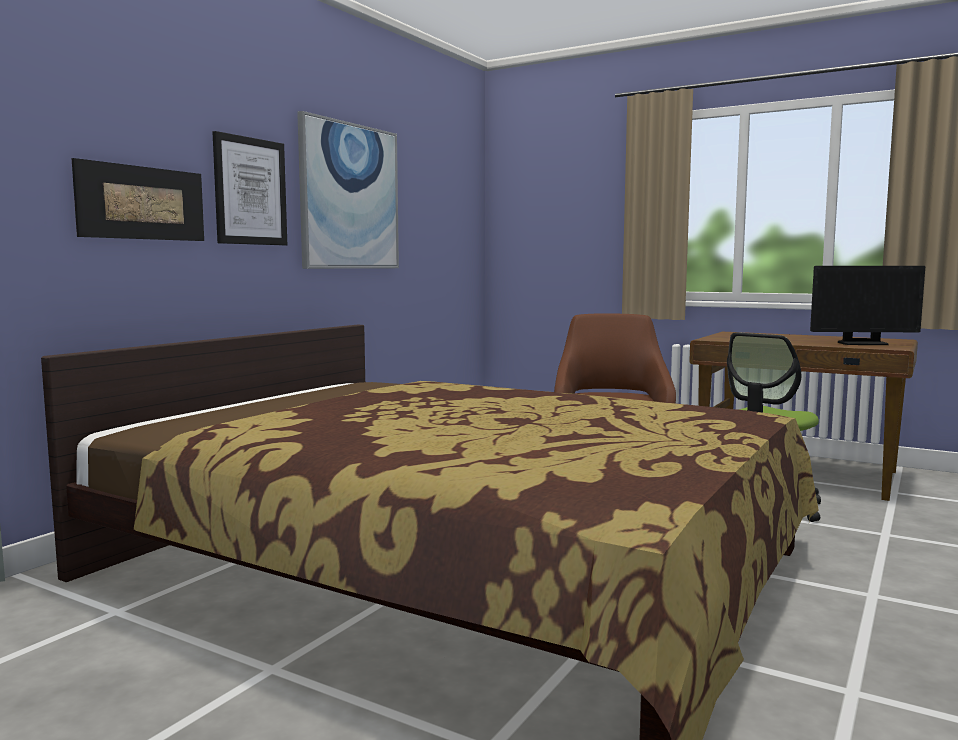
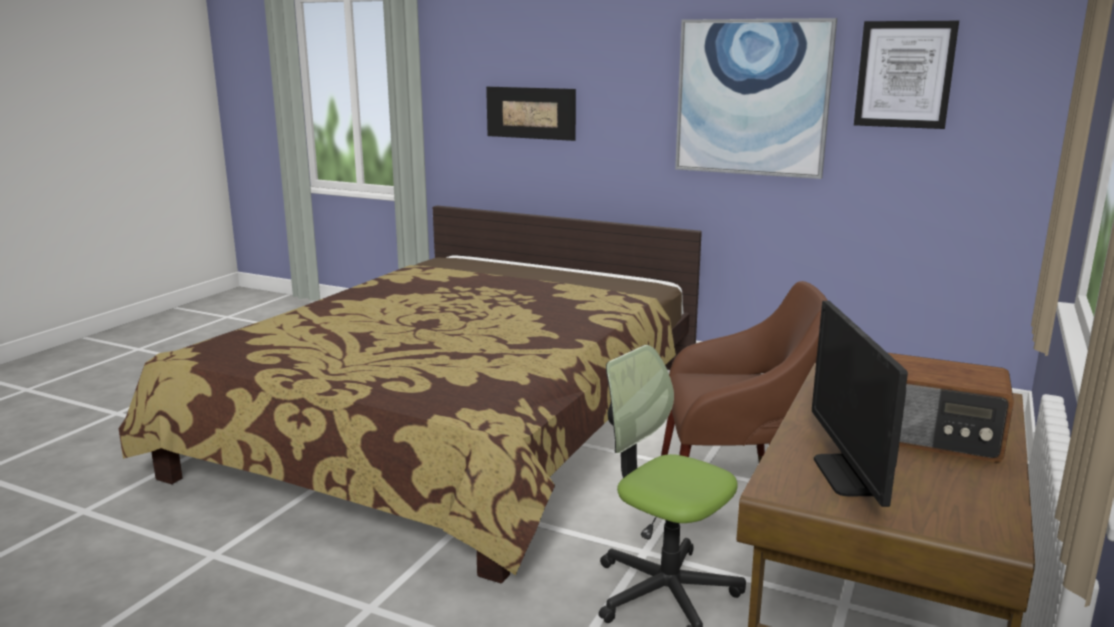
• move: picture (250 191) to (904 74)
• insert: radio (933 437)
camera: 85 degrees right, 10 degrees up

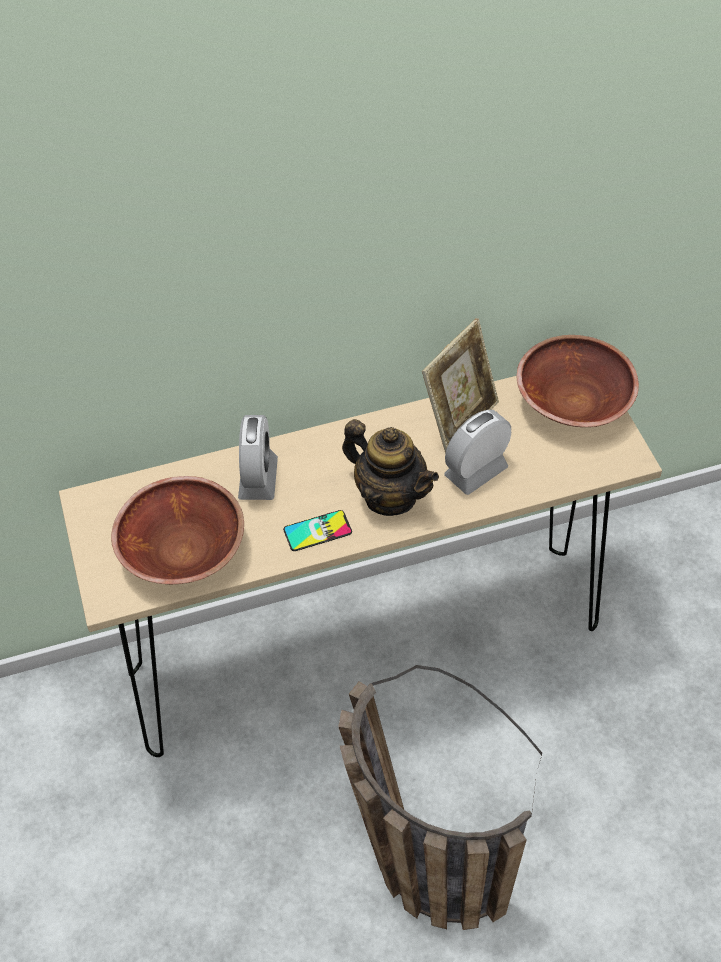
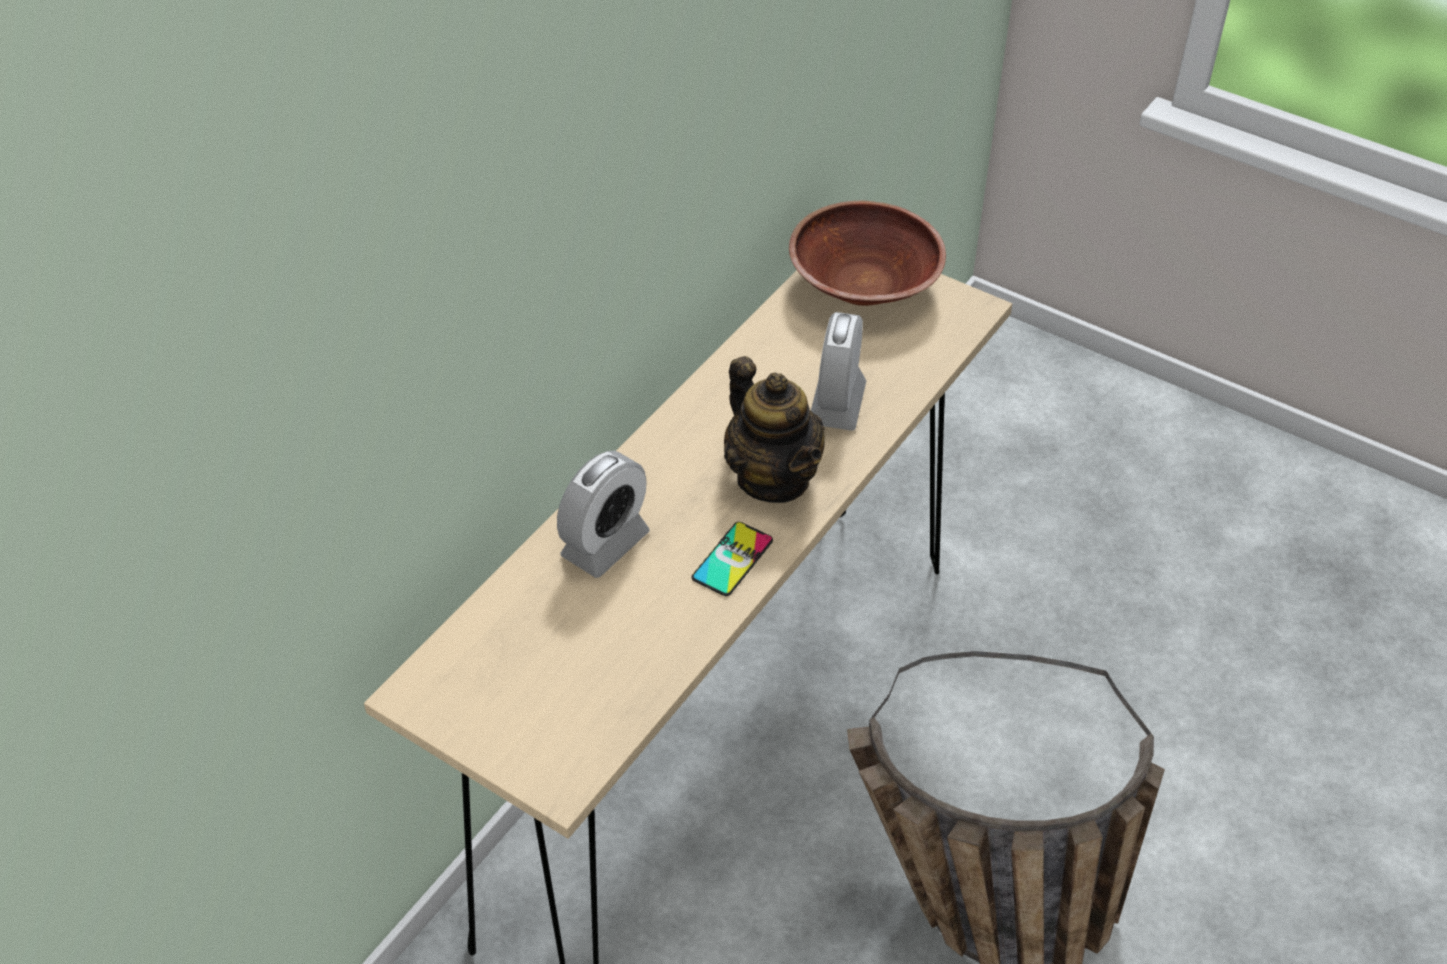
• delete: brown_bowl (184 551)
• rotate: alarm_clock (258 478) = (605 544) 75 degrees clockwise
• rotate: teapot (390 496) = (773 478) 60 degrees clockwise
• delete: picture_frame (460 420)
camera: 40 degrees left, 5 degrees down

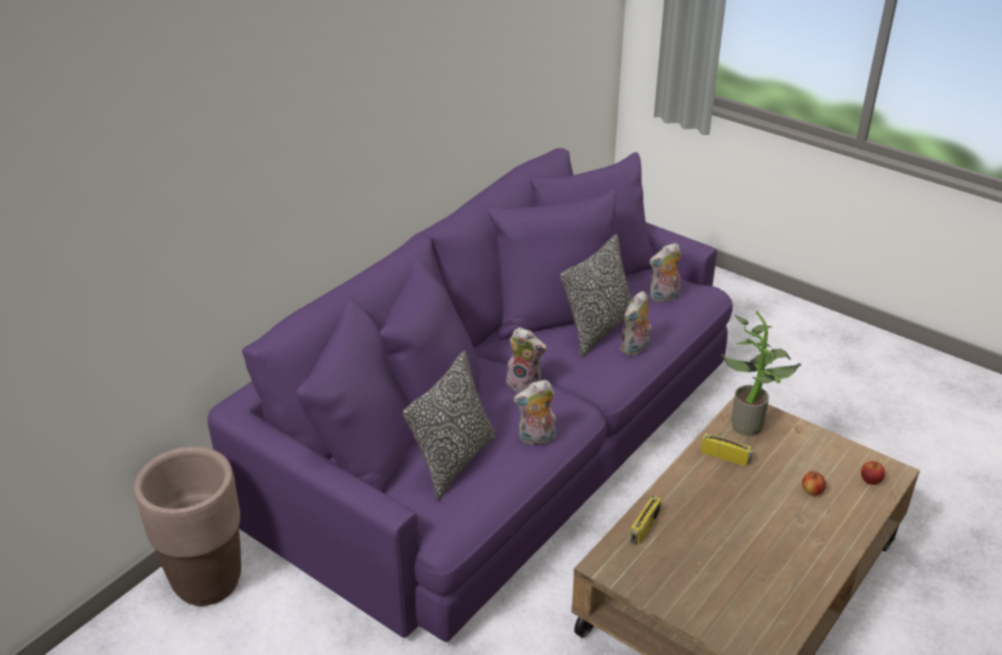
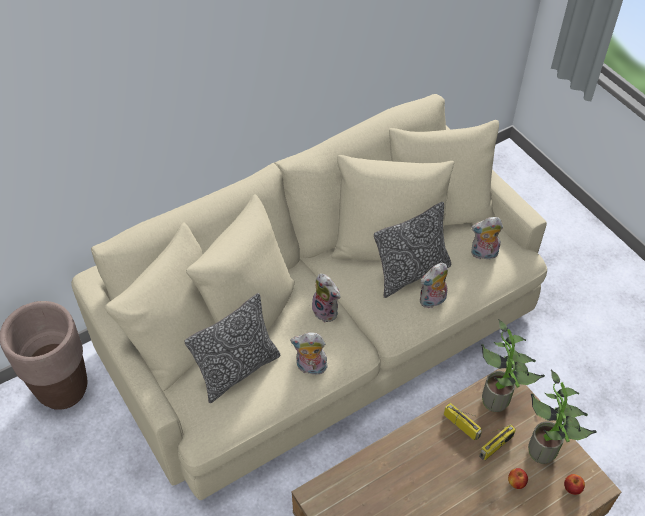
• recolor: purple_sofa (499 438) to beige_sofa (321 327)
• move: radio (645 528) to (496 446)
• insert: potted_plant (546 451)
camera: 20 degrees right, 15 degrees up

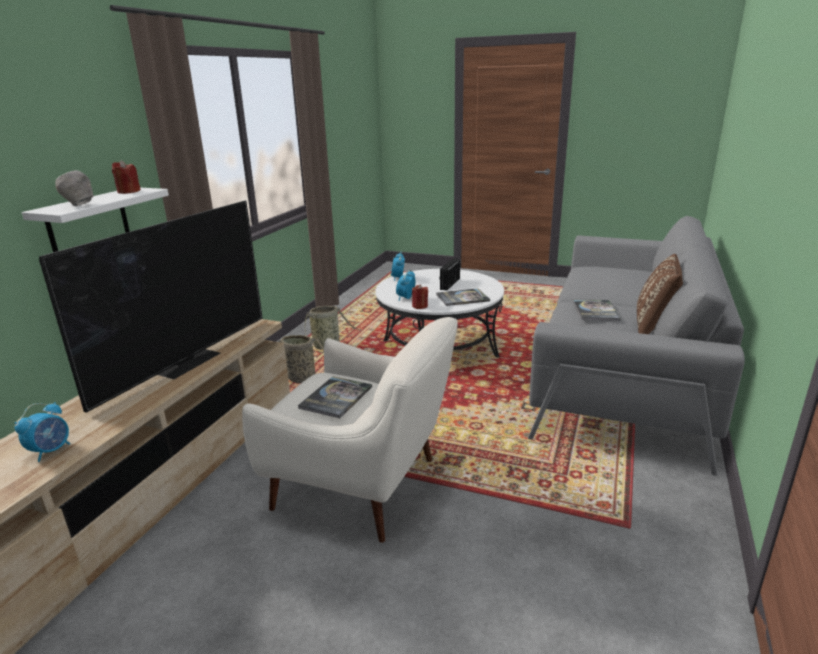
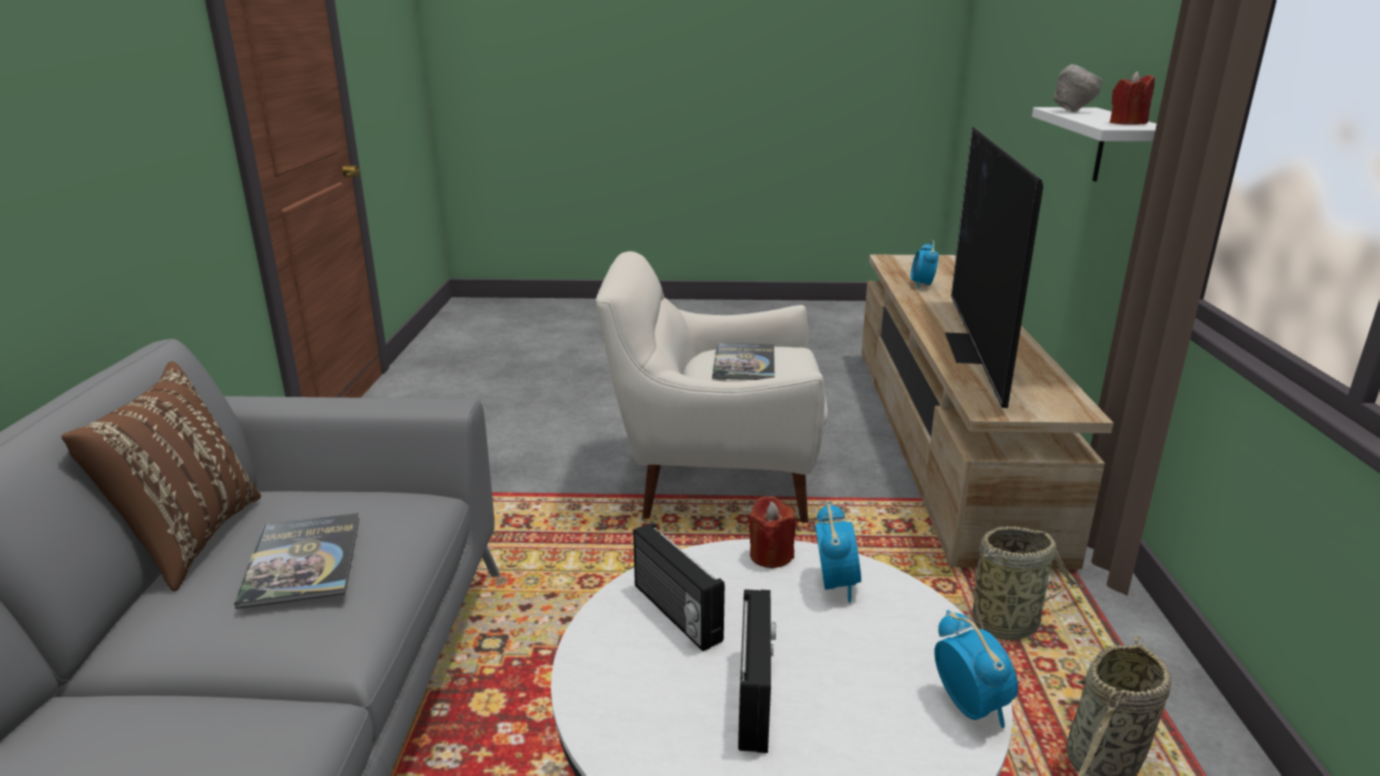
• replace: book (462 298) to radio (674 613)
camera: 160 degrees right, 0 degrees up

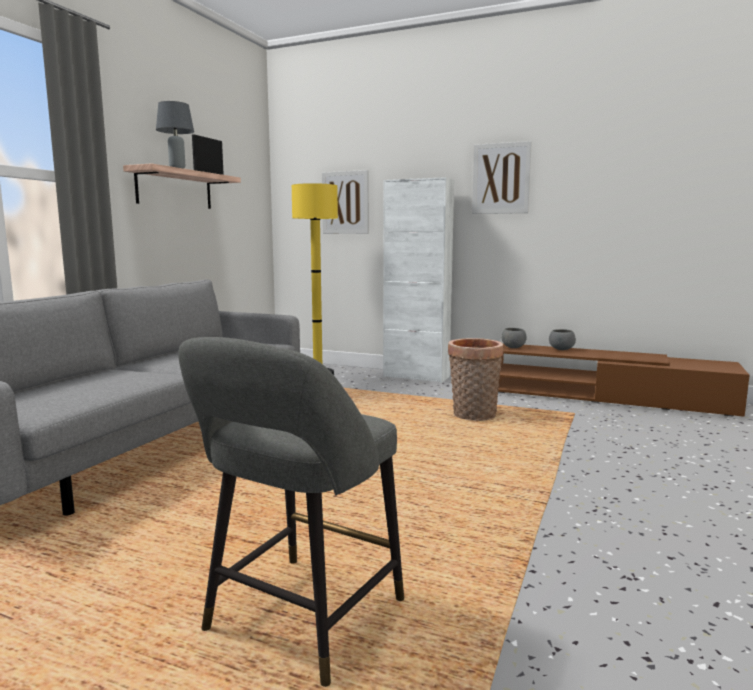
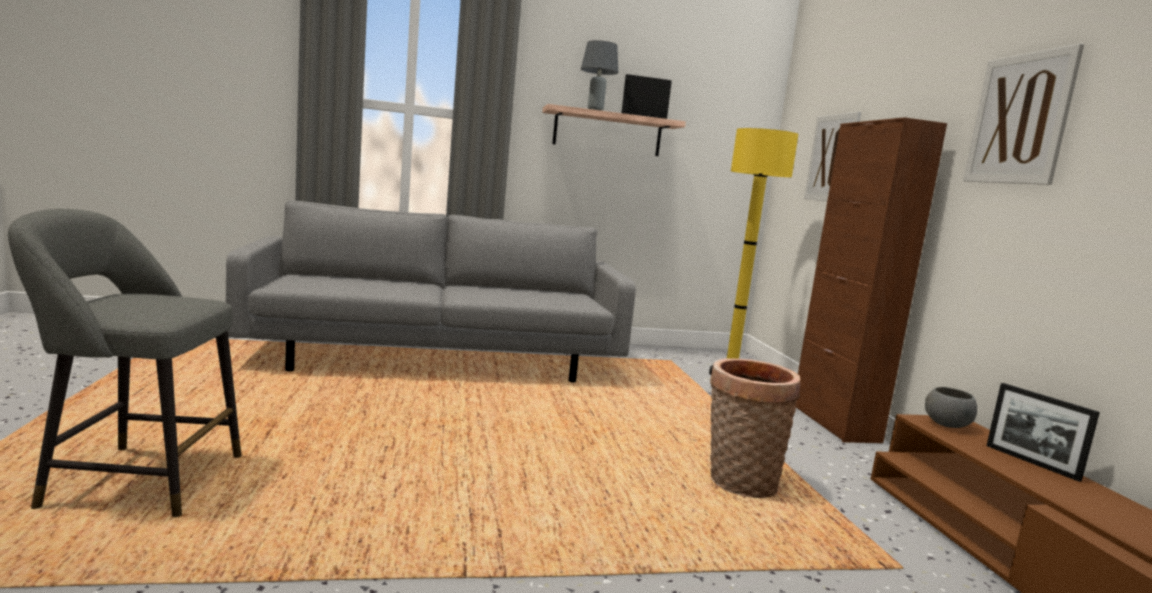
• recolor: white_cabinet (416 377) to brown_cabinet (834 423)
• replace: grey_bowl (561 349) to picture_frame (1031 462)
camera: 55 degrees right, 0 degrees up

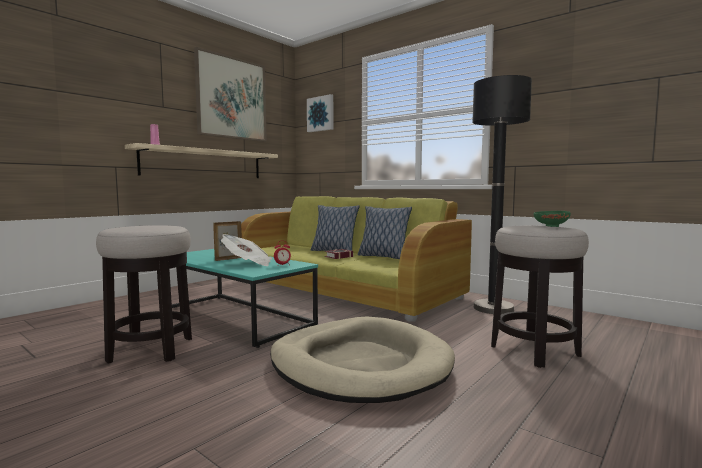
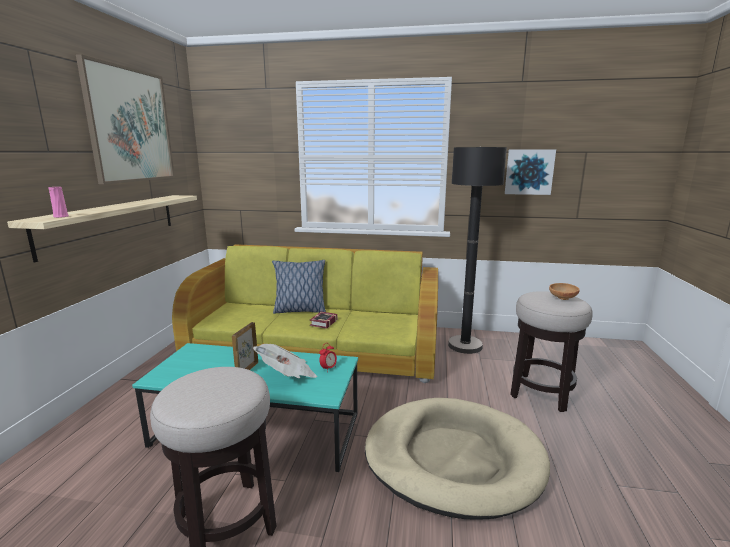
• move: picture (321 114) to (529 172)
• delete: pillow (383 257)
• recolor: green_bowl (550 226) to brown_bowl (562 298)
camera: 30 degrees left, 10 degrees up

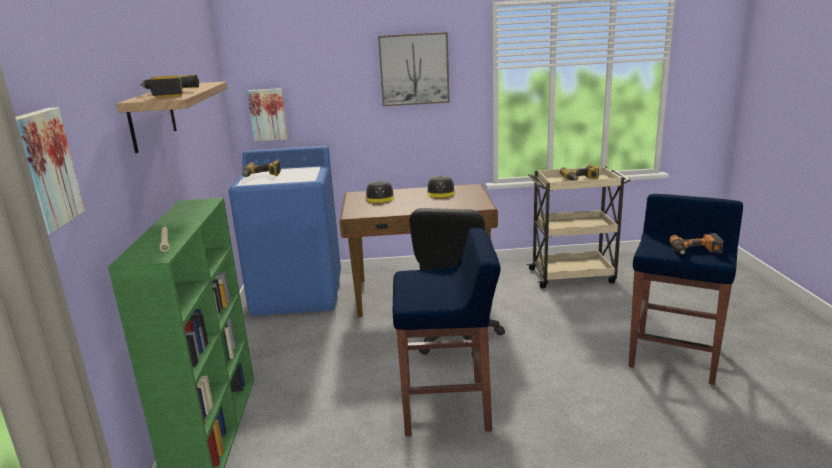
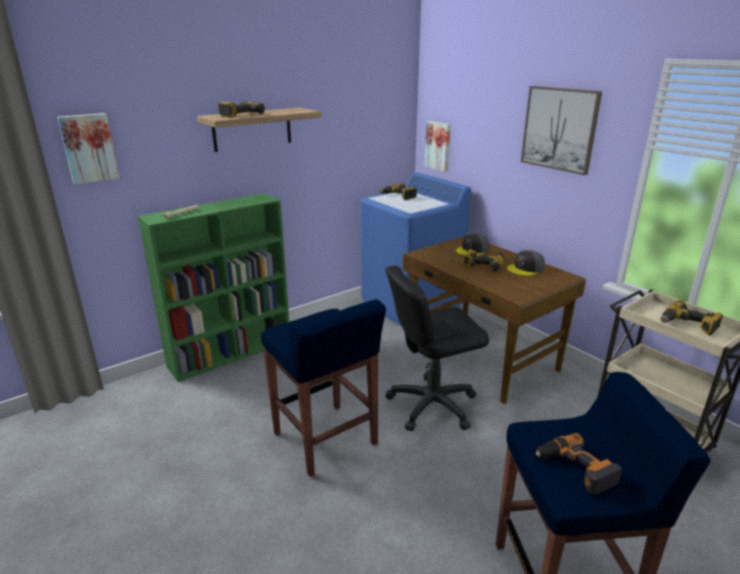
• insert: power_drill (484 264)
camera: 55 degrees right, 5 degrees up

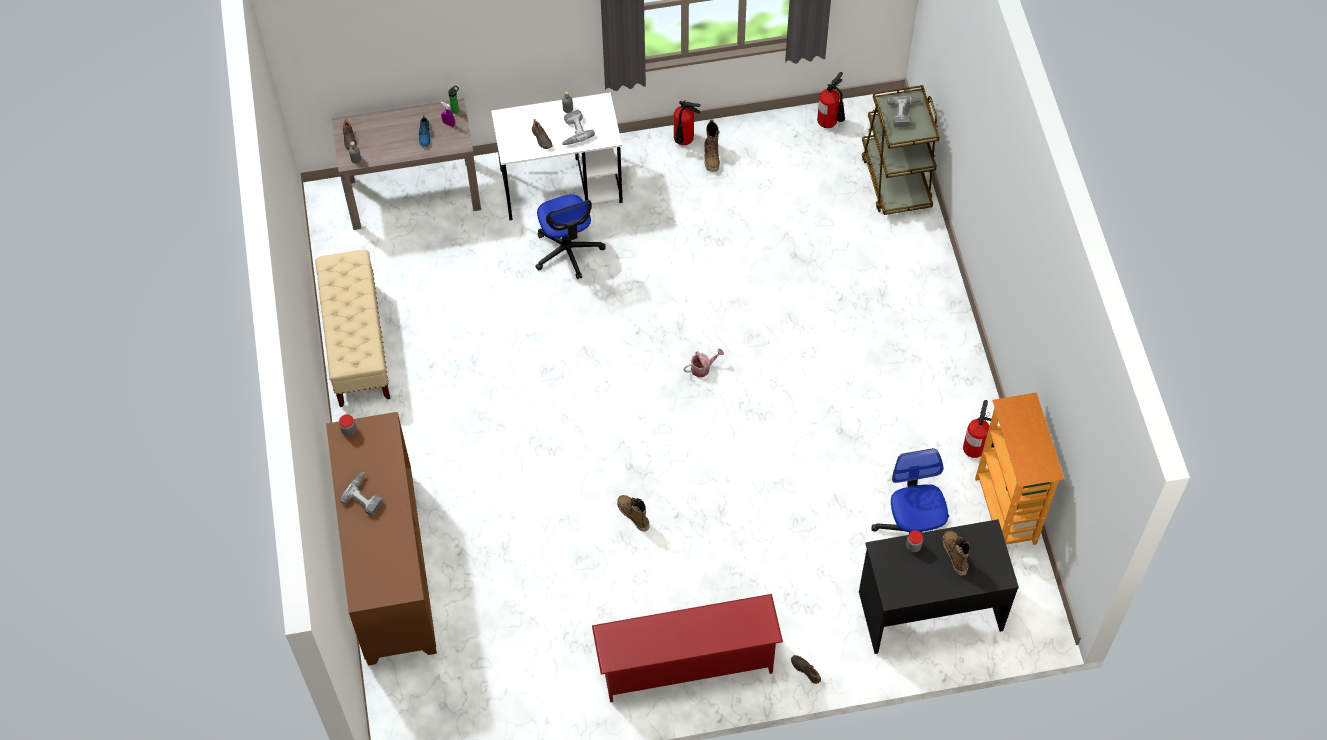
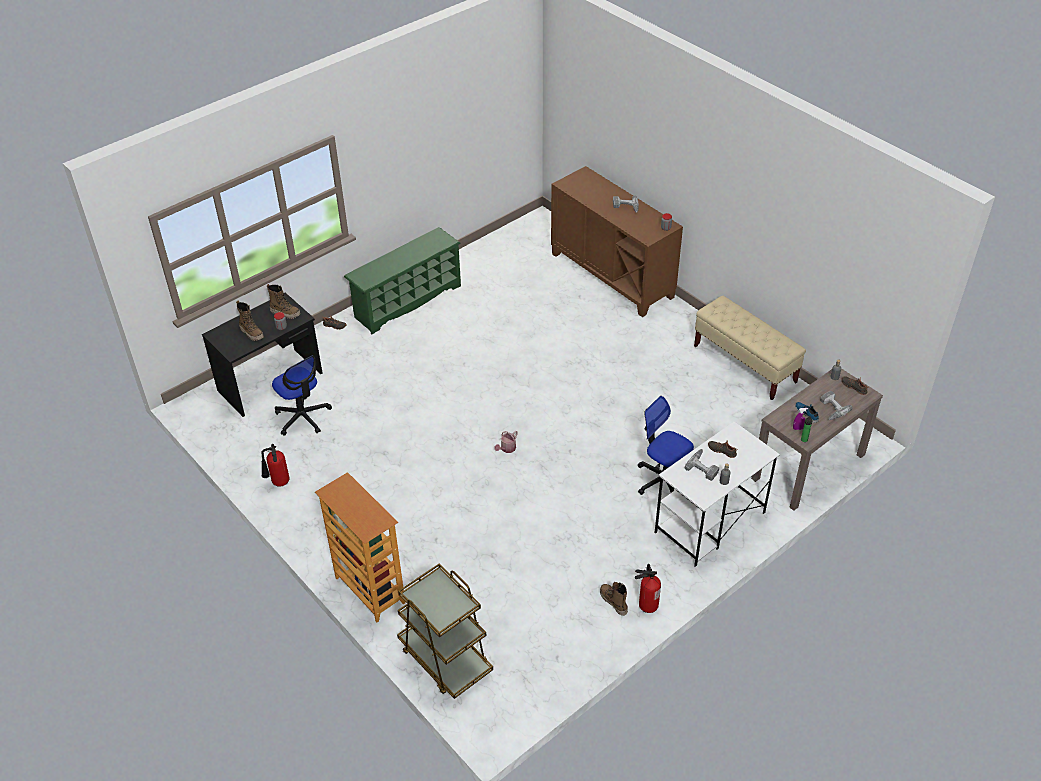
• recolor: red_shoe_rack (686 666) to green_shoe_rack (407 301)
• move: boot (633 515) to (285 313)
• delete: fire_extinguisher (830 123)
• move: power_drill (906 113) to (831 409)
• move: bookcase (1006 511) to (369 590)
camera: 150 degrees right, 15 degrees down

